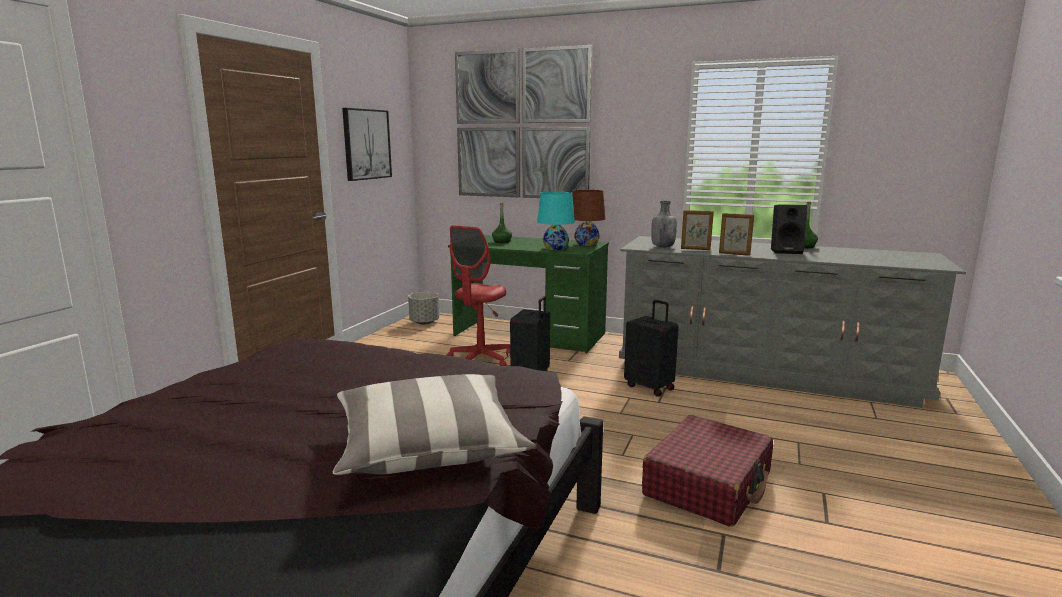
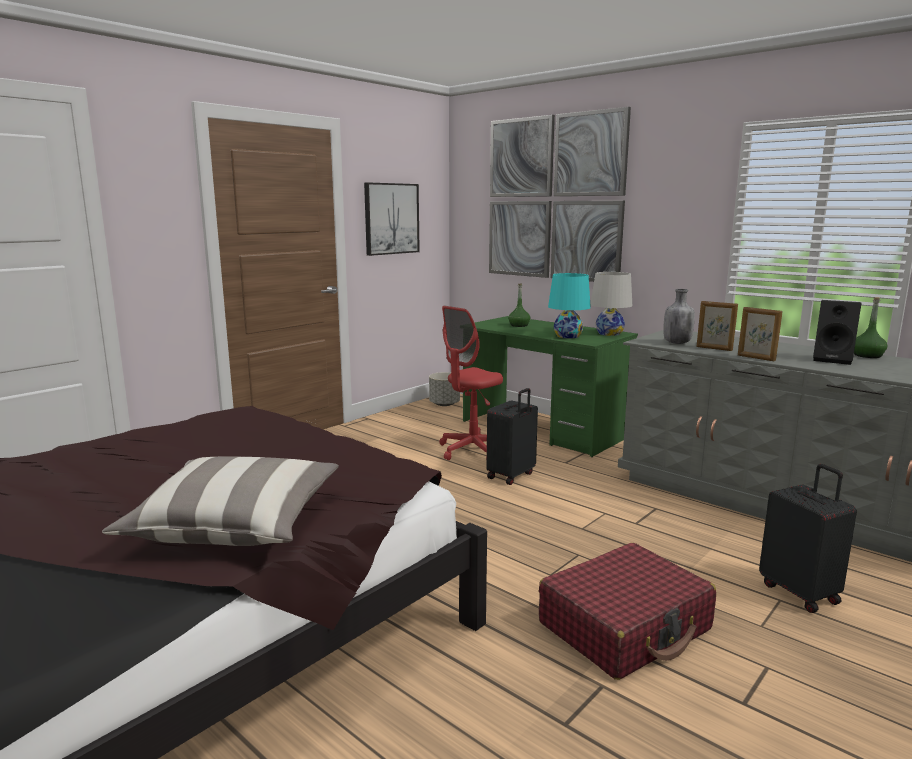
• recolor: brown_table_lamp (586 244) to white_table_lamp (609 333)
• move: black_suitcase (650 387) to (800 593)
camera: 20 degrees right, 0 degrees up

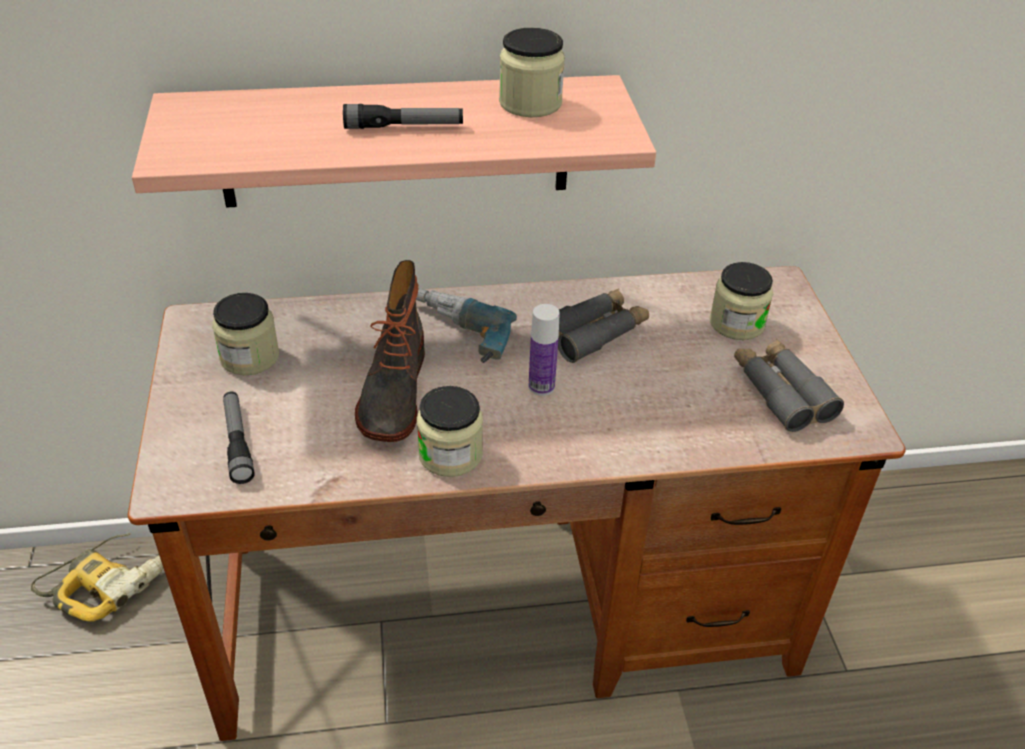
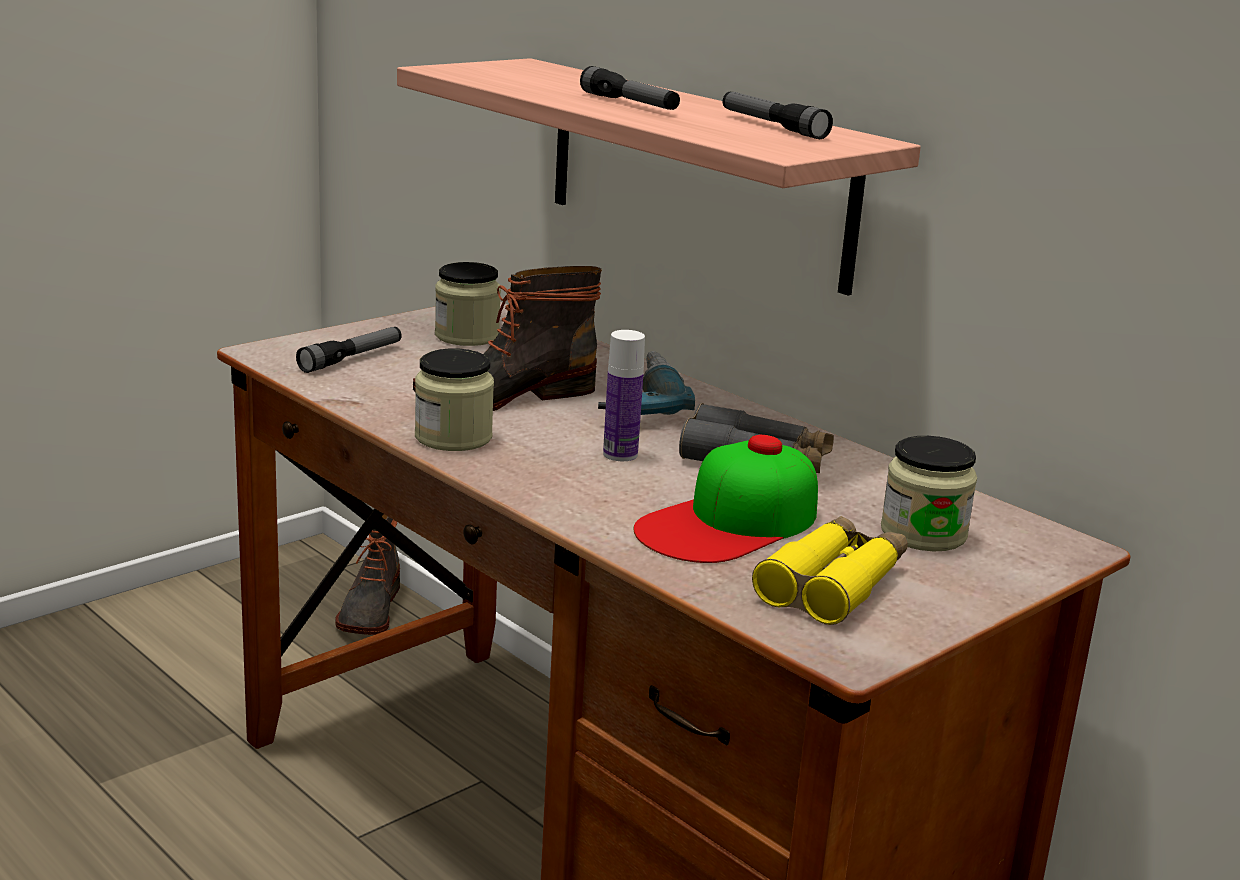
• replace: power_drill (112 580) to boot (369 610)
• replace: jar (530 103) to flashlight (772 126)
• recolor: grey_binoculars (781 392) to yellow_binoculars (833 584)
• insert: cap (729 523)
camera: 55 degrees right, 20 degrees down

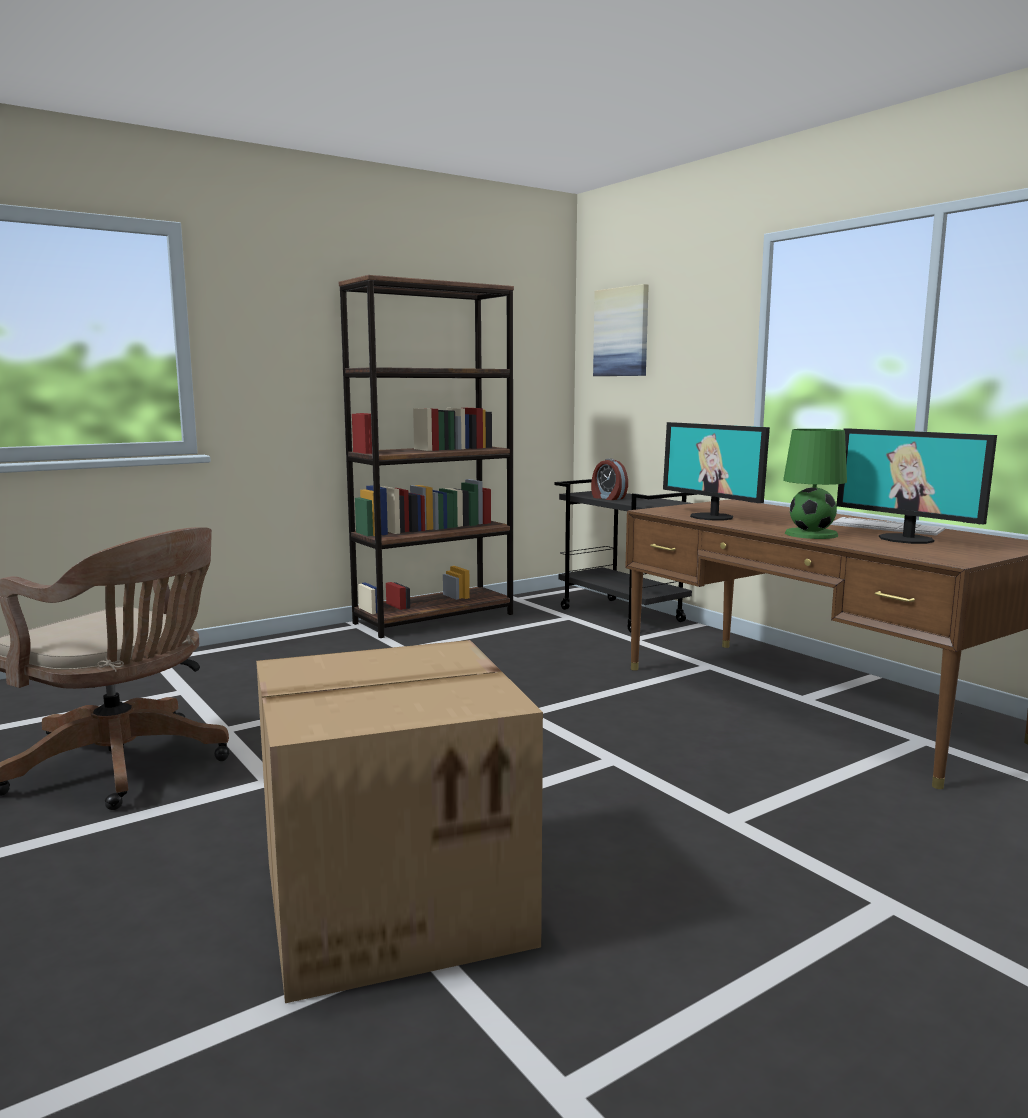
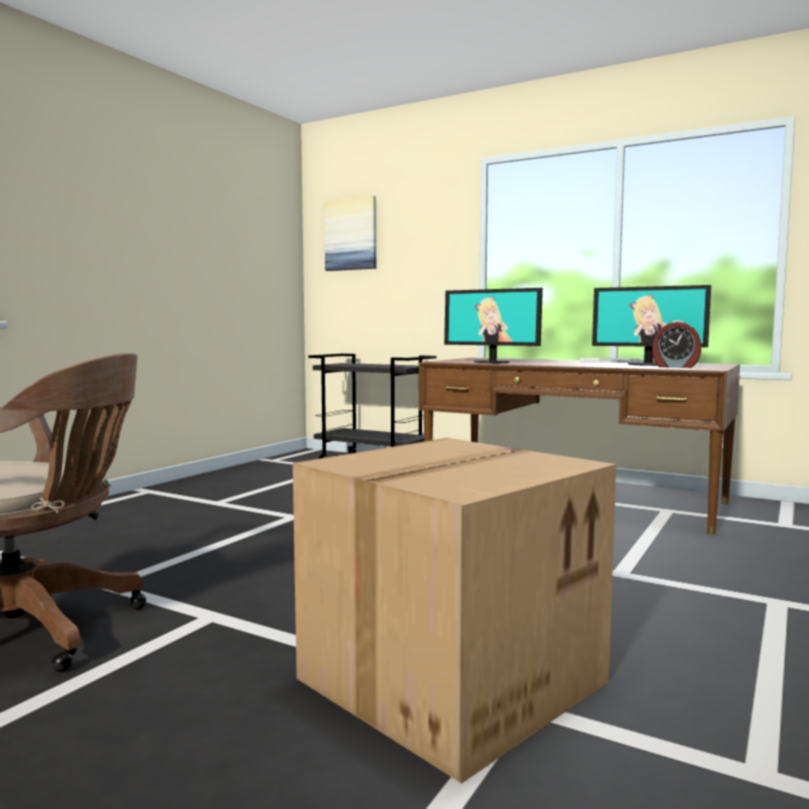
• delete: brown_bookcase (434 618)
• move: alarm_clock (608 498) to (675 367)
• delete: green_table_lamp (810 534)
camera: 25 degrees left, 5 degrees down

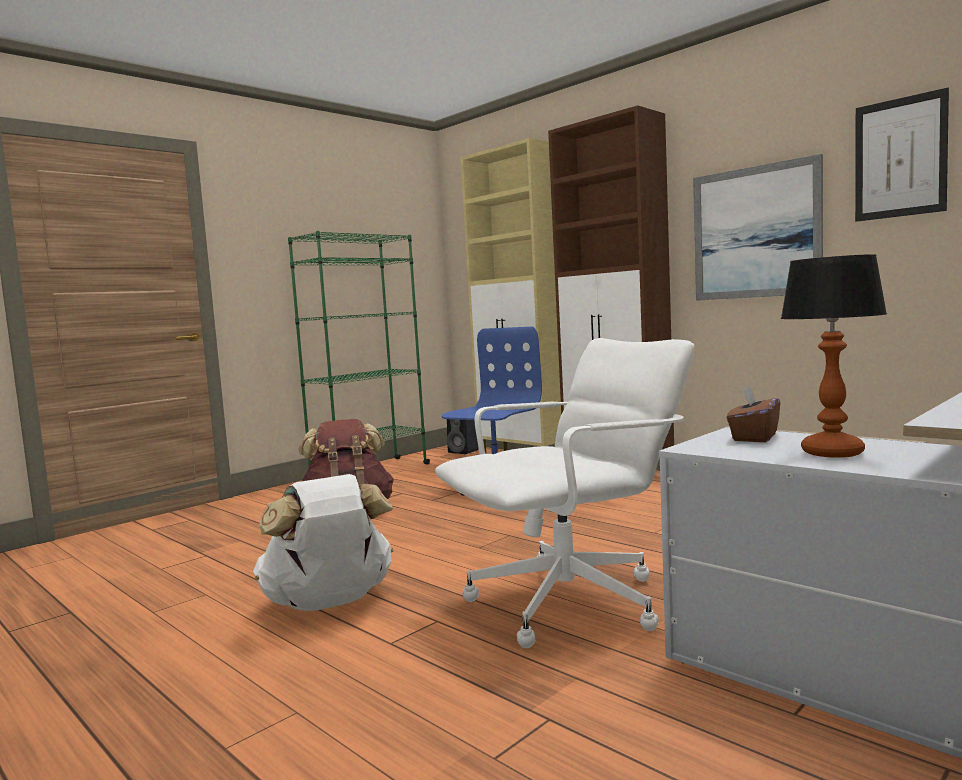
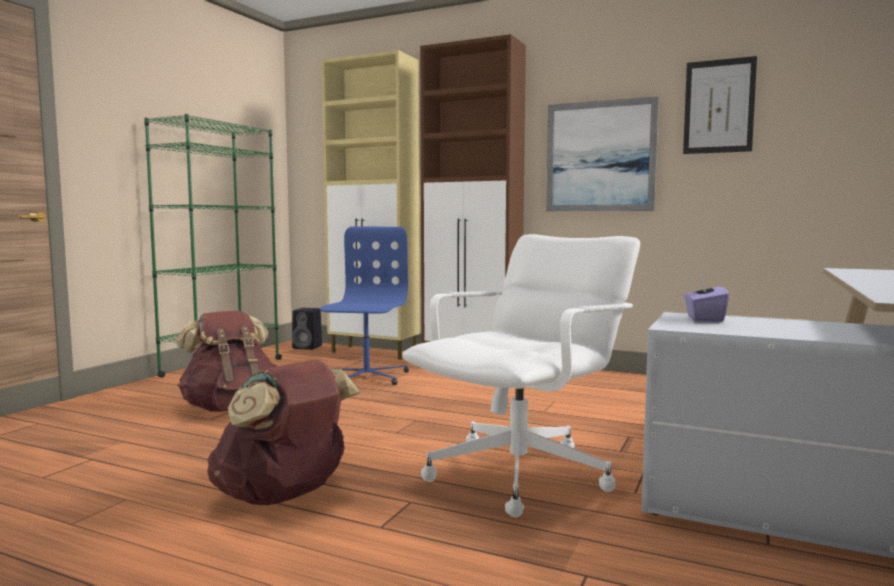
• recolor: white_backpack (329 604) to brown_backpack (284 496)
• recolor: brown_tissue_box (754 437) to purple_tissue_box (704 319)
• delete: table_lamp (833 453)
camera: 20 degrees left, 0 degrees up

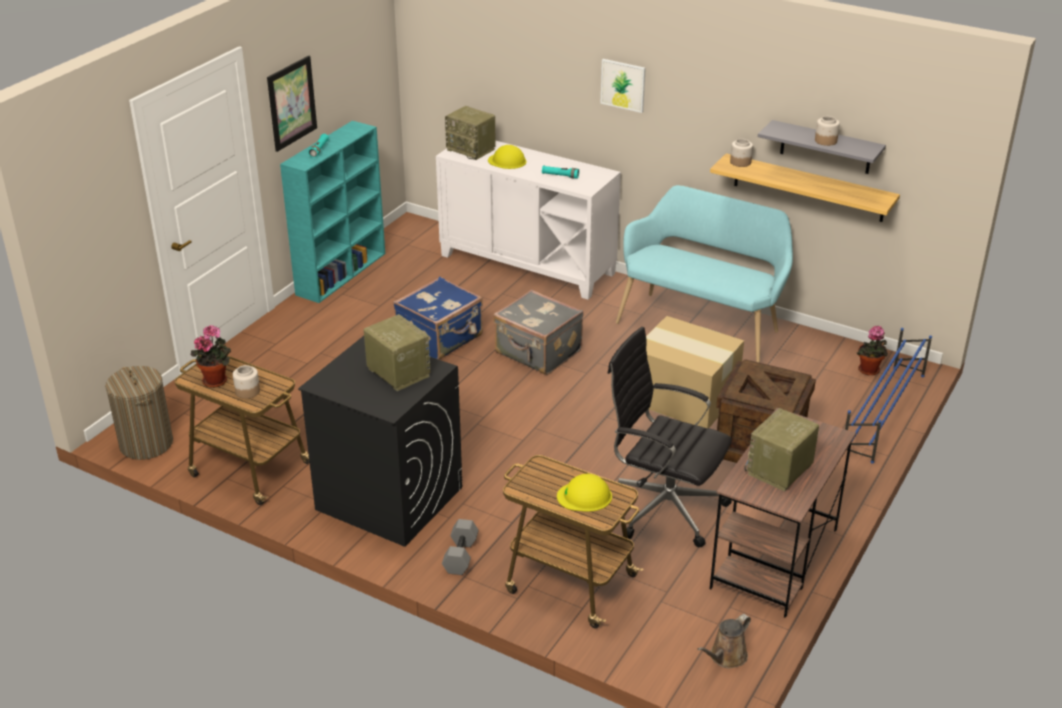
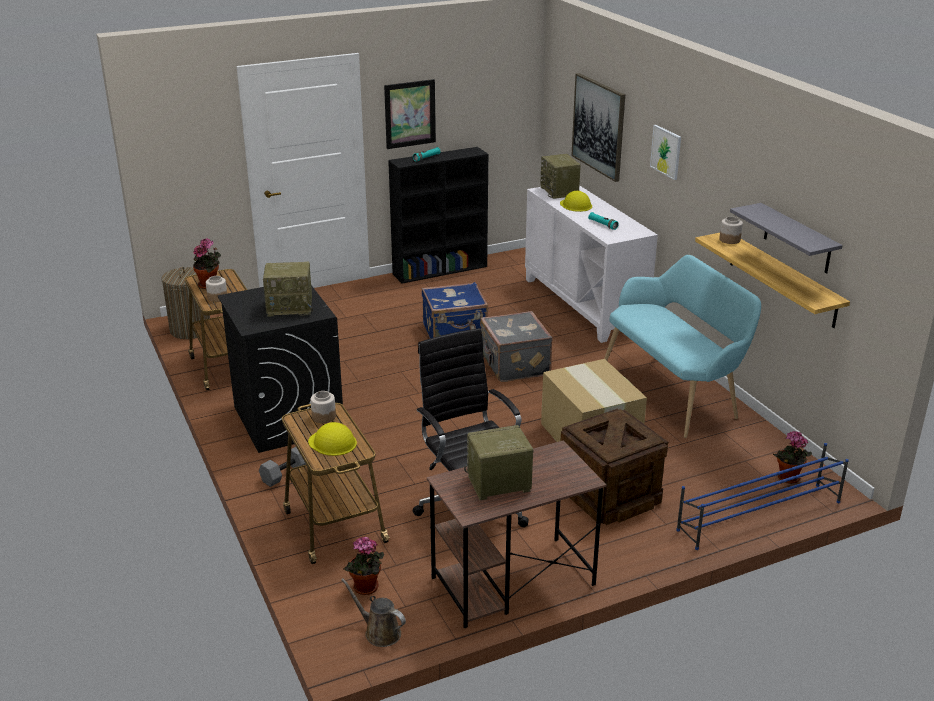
• recolor: turquoise_bookcase (342 273) to black_bookcase (441 270)
• rotate: radio (397 372) = (290 307) 90 degrees clockwise
• rotate: brown_watering_can (726 657) = (379 632) 45 degrees clockwise
• move: jar (825 141) to (323 416)
• insert: potted_plant (365 589)
• insert: picture (598 126)
camera: 35 degrees right, 5 degrees down

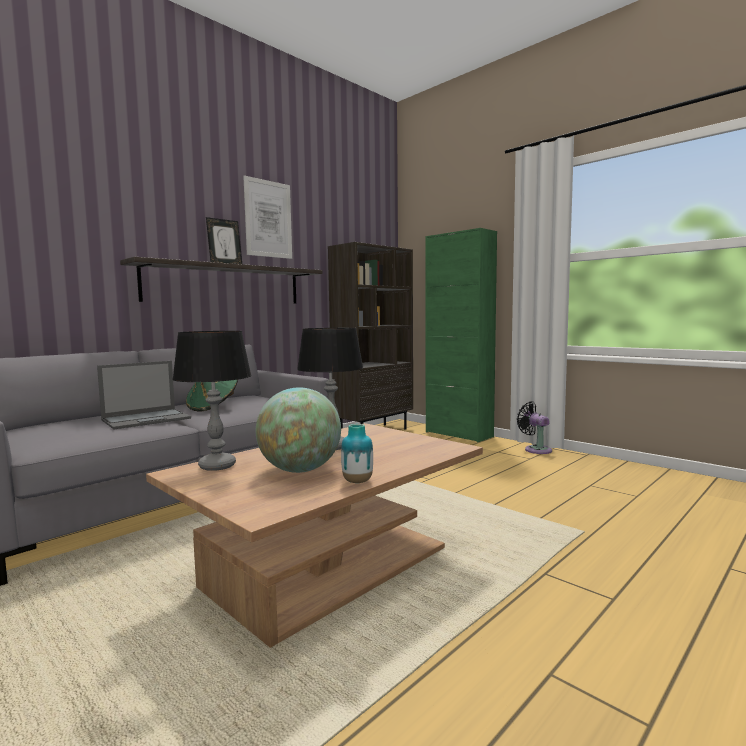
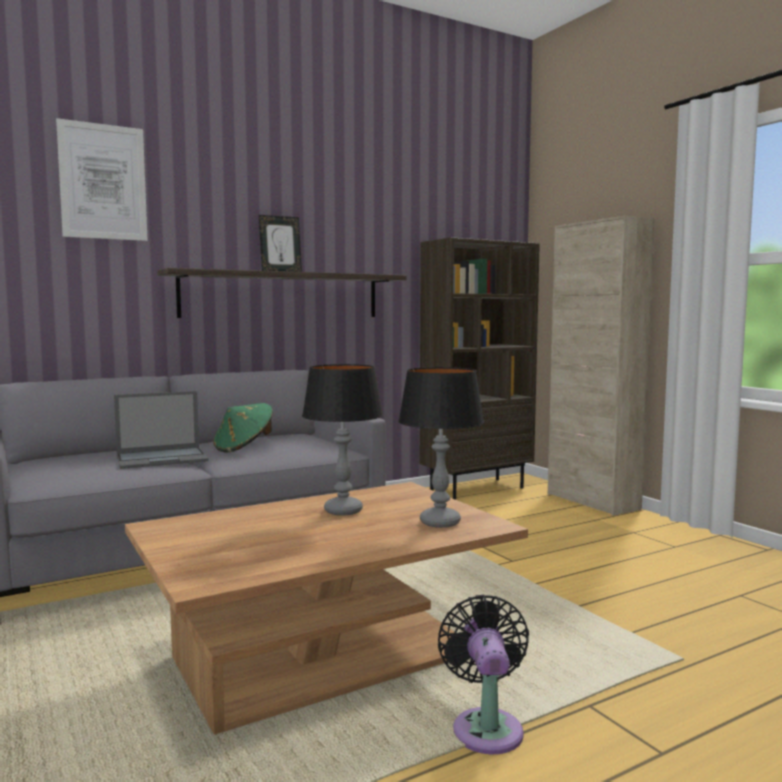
• move: table_lamp (217 466) to (439 522)
• move: picture (268 219) to (103 182)
• delete: globe (299 470)
• delete: vase (357 481)
• recolor: green_cabinet (458 434) to beige_cabinet (592 501)
• move: black_fan (536 449) to (486 726)
camera: 15 degrees right, 0 degrees up

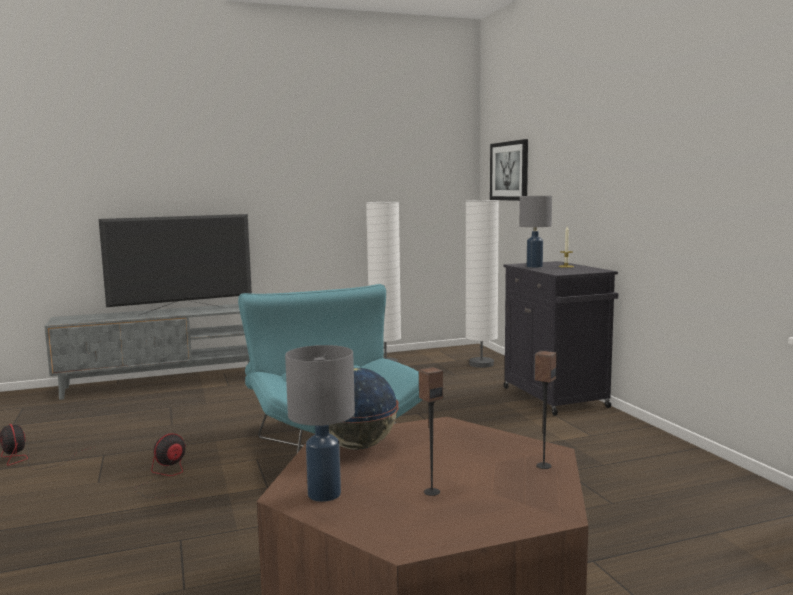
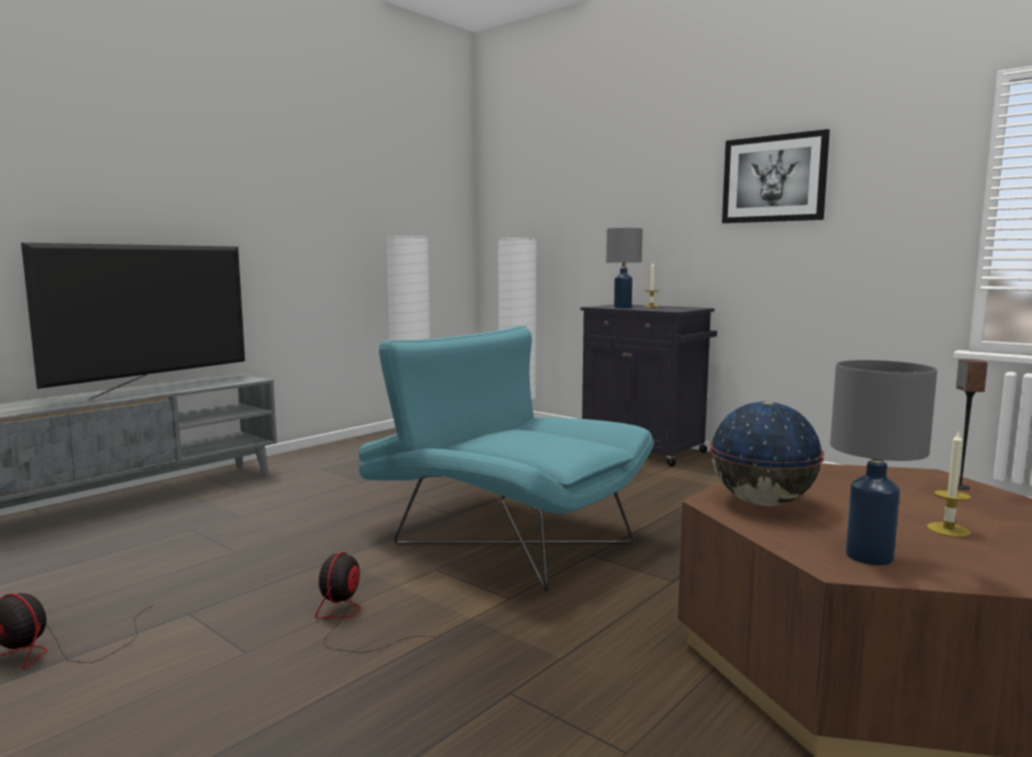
• replace: speaker (431 492) to candle (948 530)
• move: picture (509 171) to (774 179)
camera: 30 degrees left, 0 degrees up

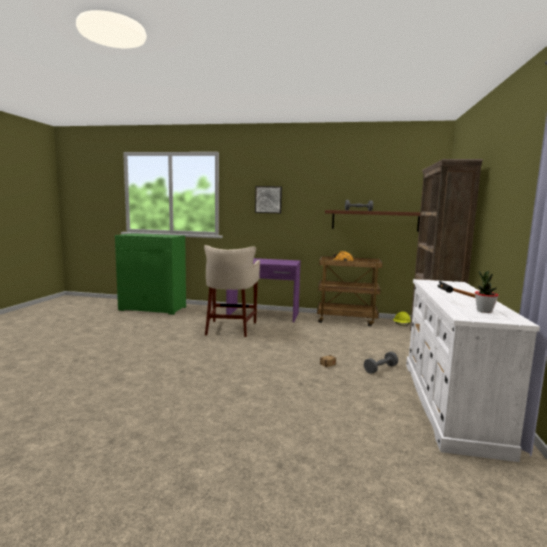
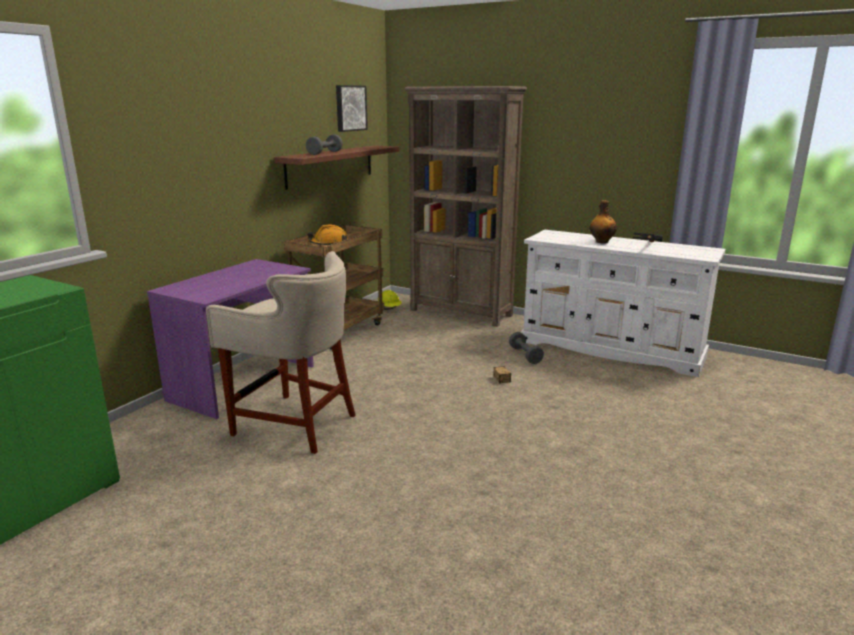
• move: picture (268 199) to (350 108)
• delete: potted_plant (484 311)
• insert: bottle (601 242)
camera: 70 degrees left, 10 degrees up

